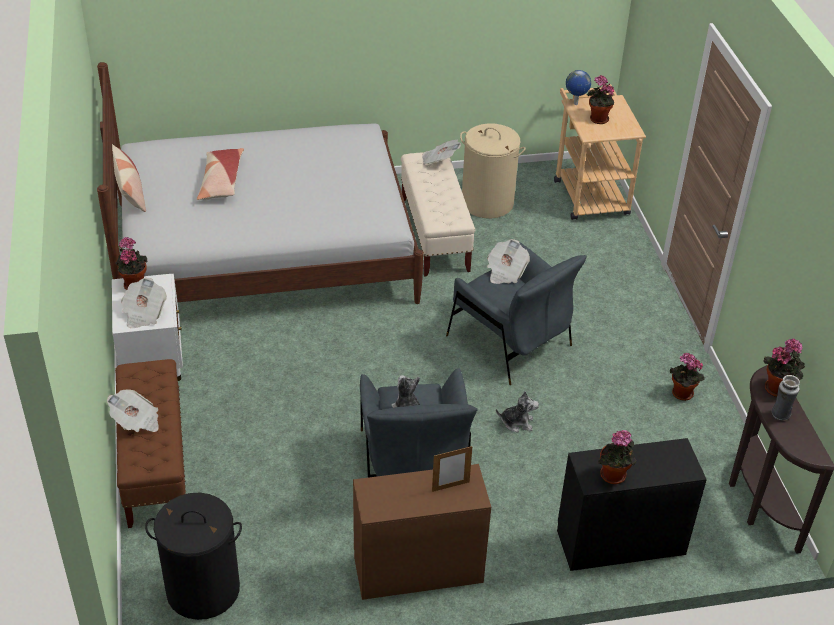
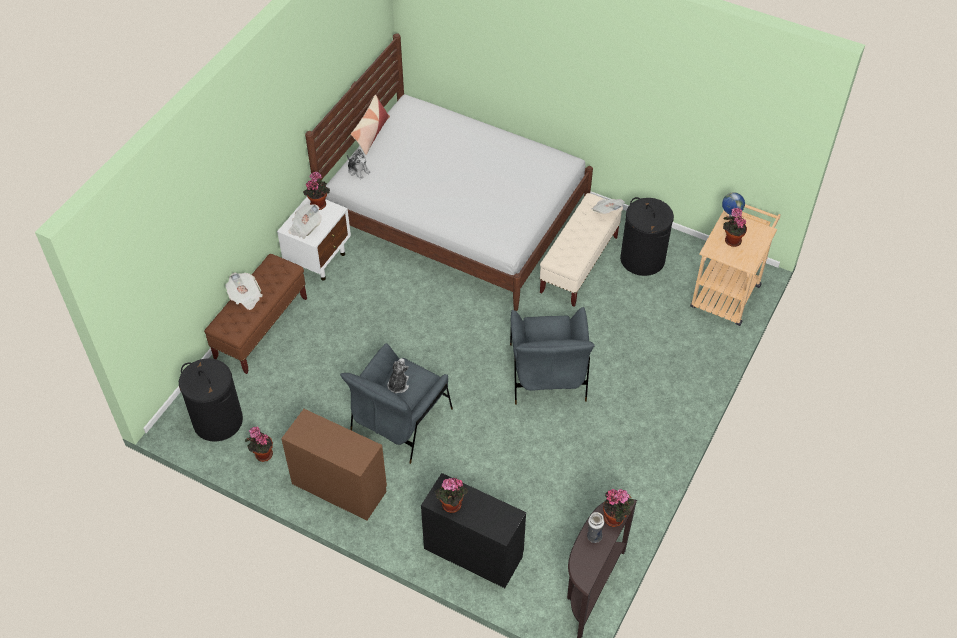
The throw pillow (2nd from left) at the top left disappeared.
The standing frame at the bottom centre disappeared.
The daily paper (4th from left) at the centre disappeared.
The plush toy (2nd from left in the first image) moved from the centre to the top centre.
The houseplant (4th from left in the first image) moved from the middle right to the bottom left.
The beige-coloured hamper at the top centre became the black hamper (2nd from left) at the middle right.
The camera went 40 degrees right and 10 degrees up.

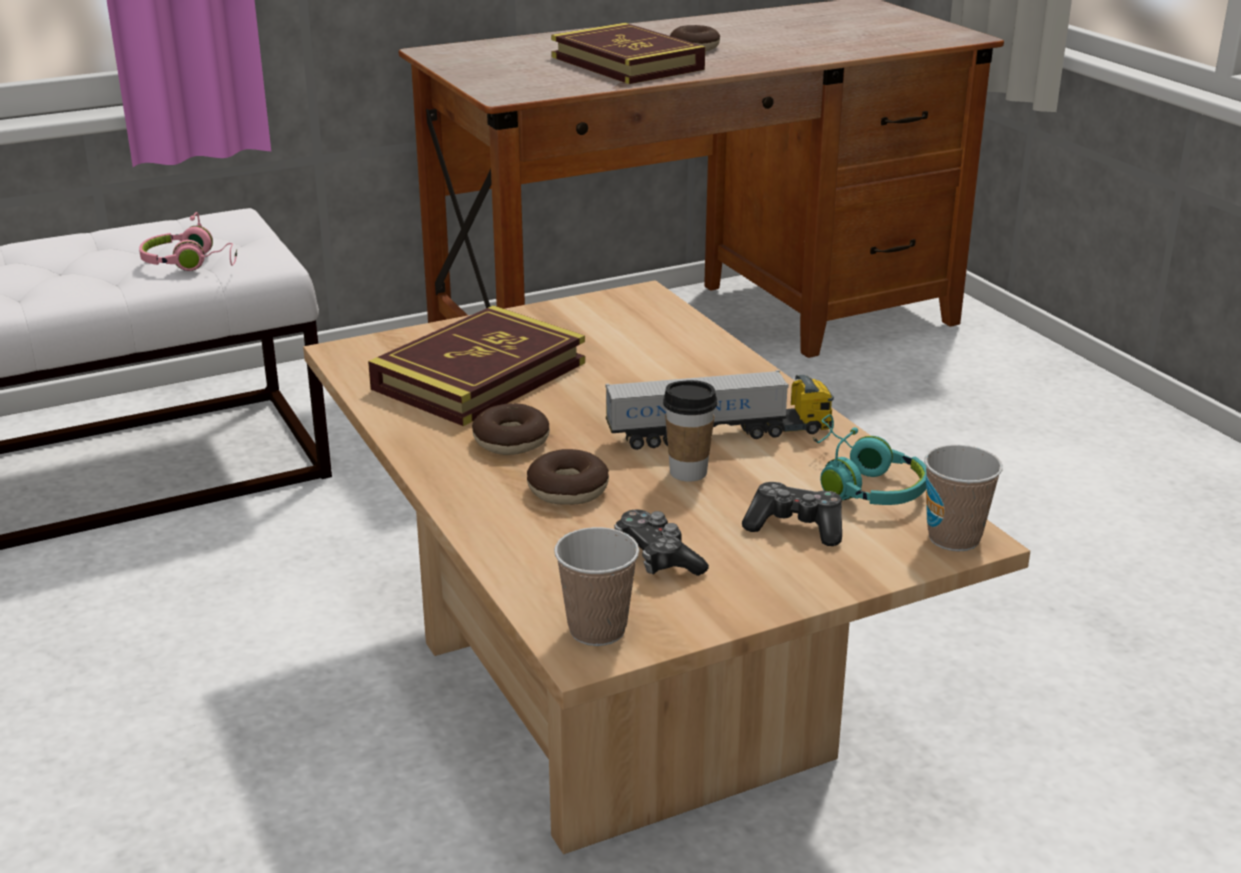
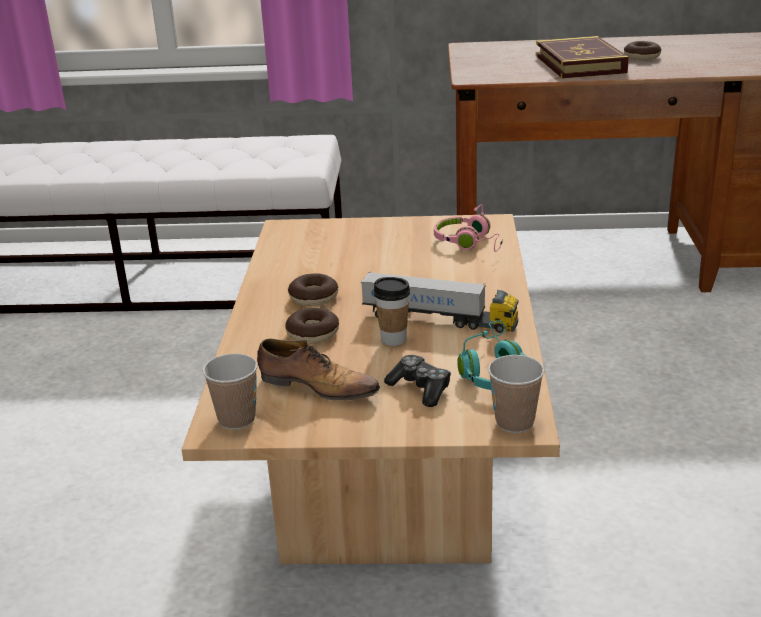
The book (1st from left) at the centre disappeared.
The pink headset moved from the top left to the centre.
The game controller (1st from left) at the centre was replaced by the low shoe at the centre.
The camera went 30 degrees right and 0 degrees up.

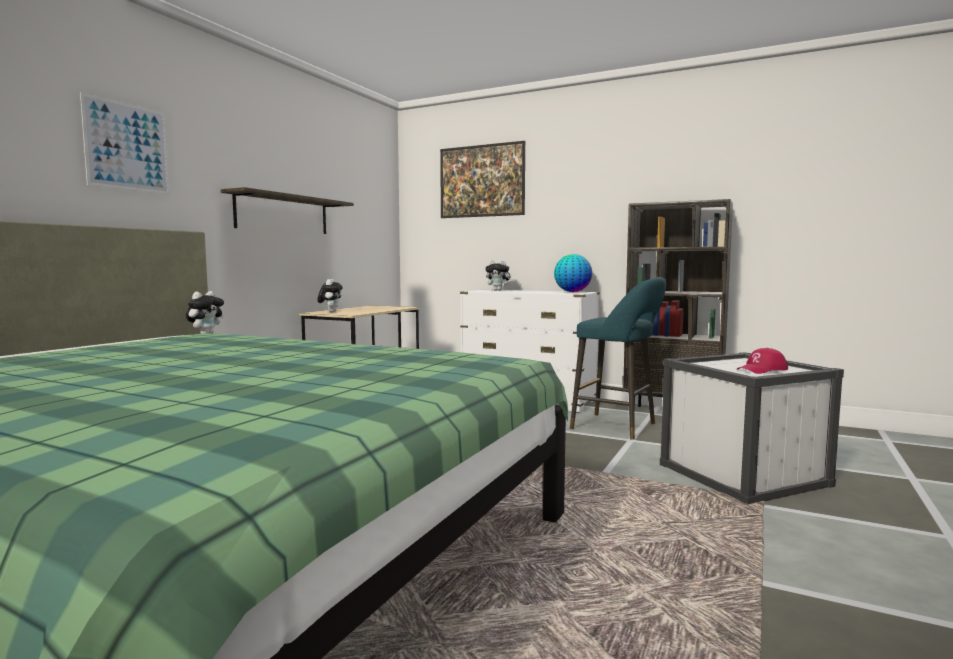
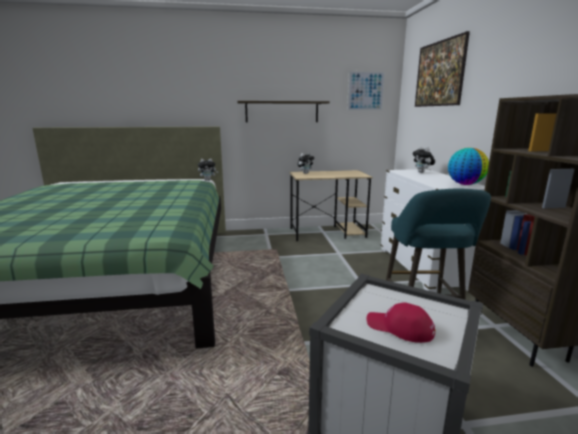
The wall art (1st from left) moved from the top left to the top centre.
The camera went 55 degrees right and 10 degrees up.

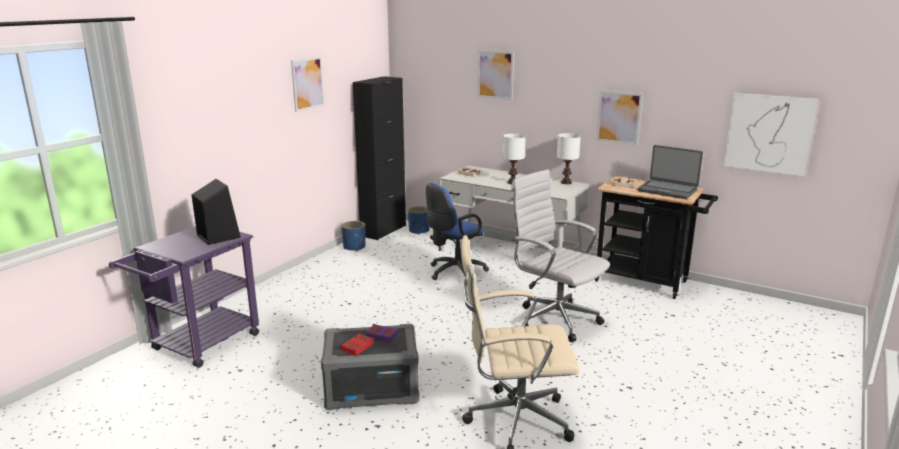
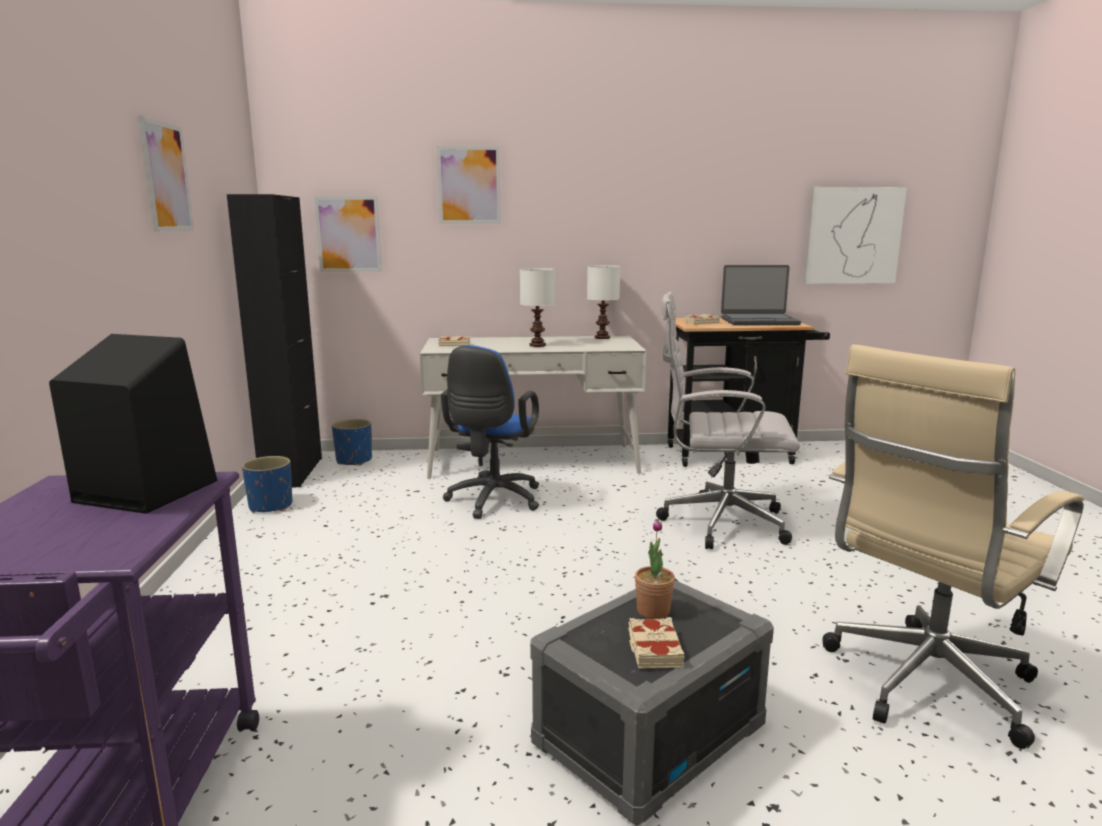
The wall art (3rd from left in the first image) moved from the top right to the top left.
The purple book at the bottom centre was replaced by the houseplant at the bottom centre.
The red-coloured book at the bottom centre became the beige-coloured book (2nd from left) at the bottom centre.
The camera went 35 degrees left and 5 degrees down.

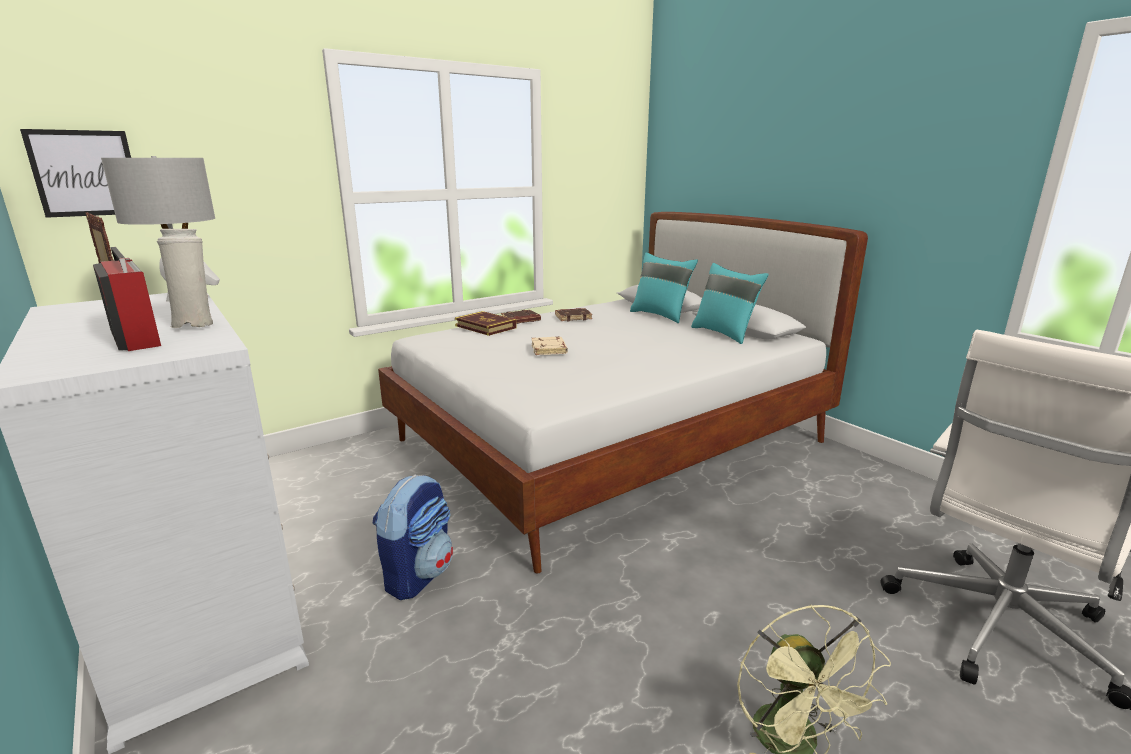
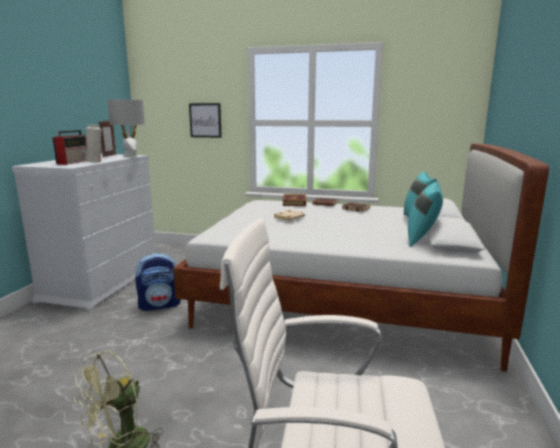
The wall art moved from the top left to the top centre.
The camera went 50 degrees right and 5 degrees down.

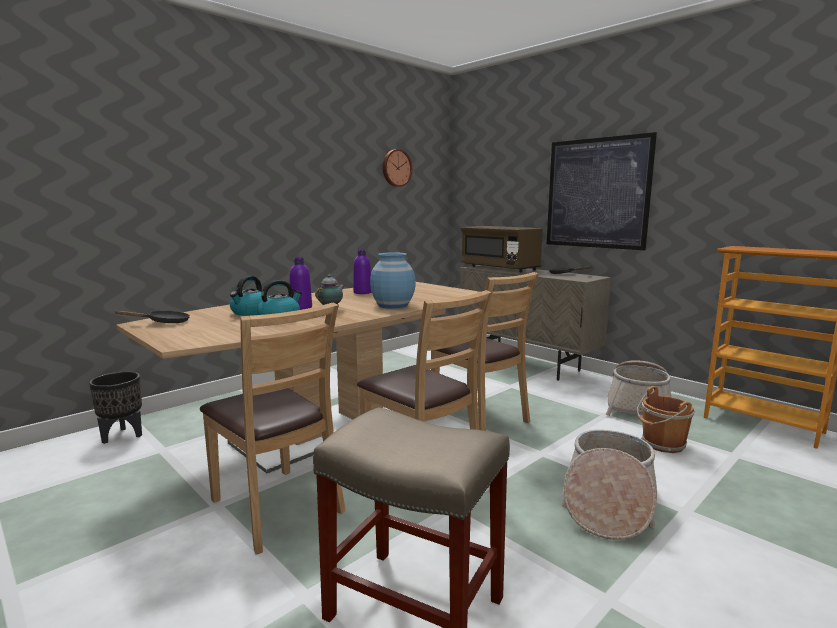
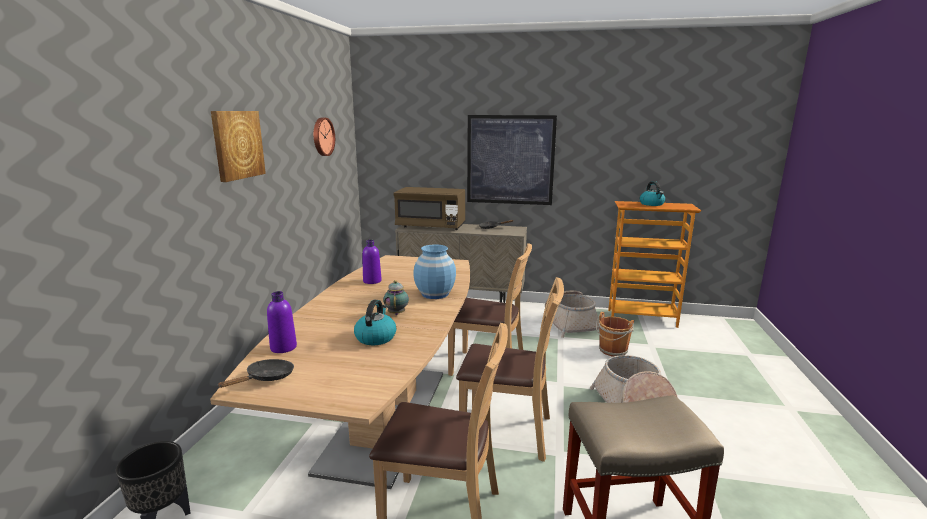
The wall art (1st from left) at the top left appeared.
The tea kettle (1st from left in the first image) moved from the middle left to the middle right.
The purple beverage bottle (1st from left) moved from the centre to the middle left.
The camera went 35 degrees left and 5 degrees up.

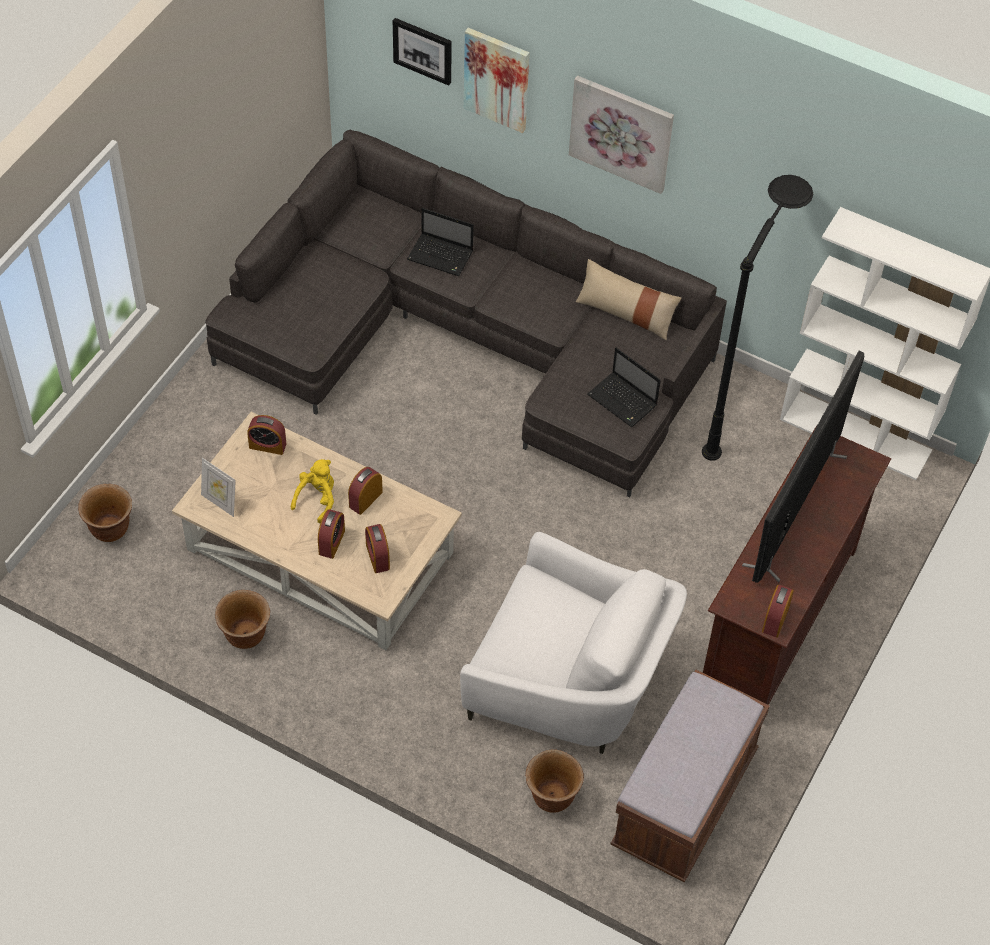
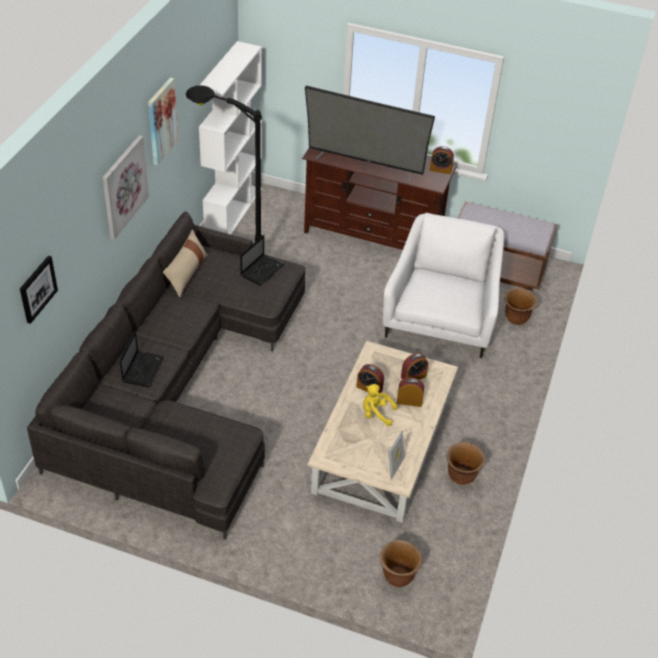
The table clock (1st from left) at the middle left disappeared.
The wall art (2nd from left in the first image) moved from the top centre to the top left.
The camera went 100 degrees left and 10 degrees down.

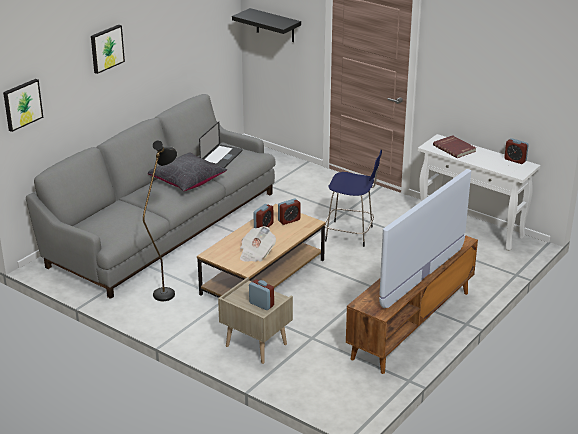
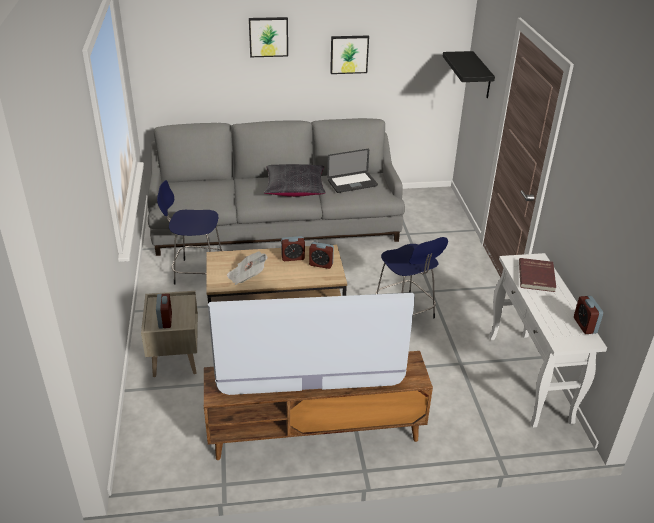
The wall art (1st from left in the first image) moved from the top left to the top centre.
The black standing lamp at the middle left was replaced by the blue-coloured sitting stool (1st from left) at the middle left.
The camera went 45 degrees right and 5 degrees up.

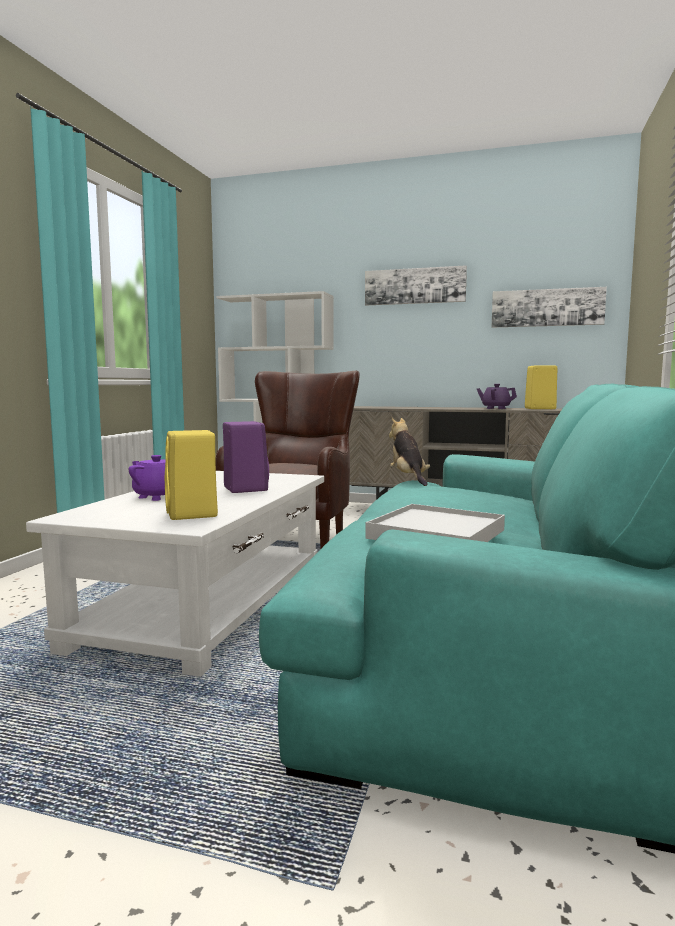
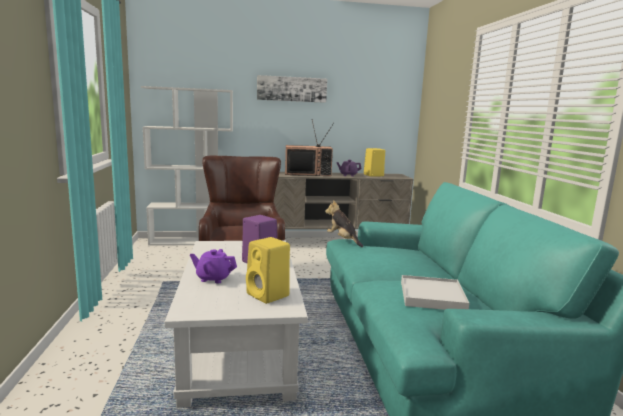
The wall art (2nd from left) at the top right disappeared.
The television at the centre appeared.
The camera went 25 degrees left and 5 degrees up.

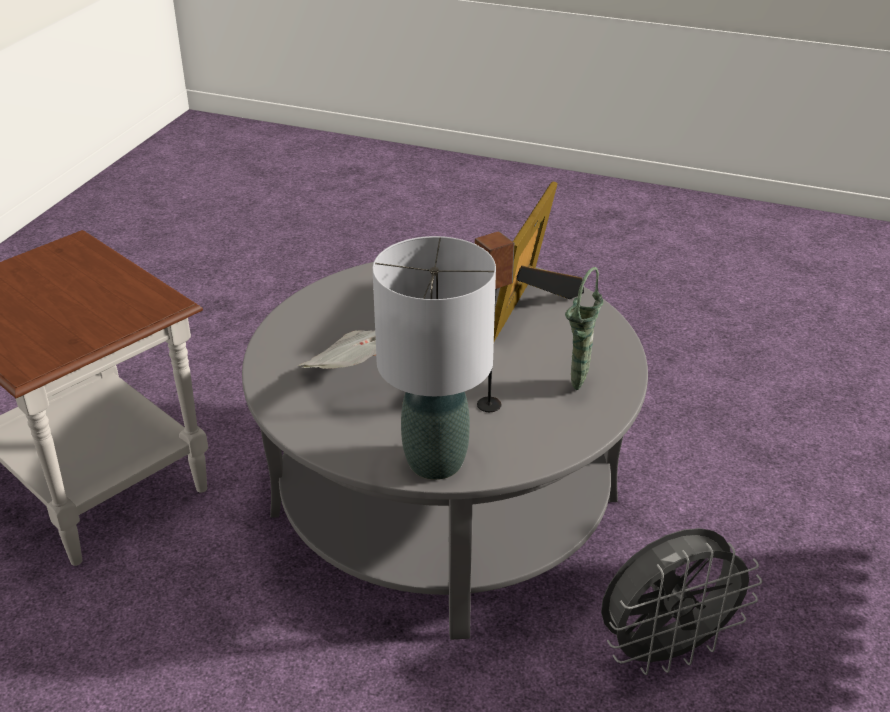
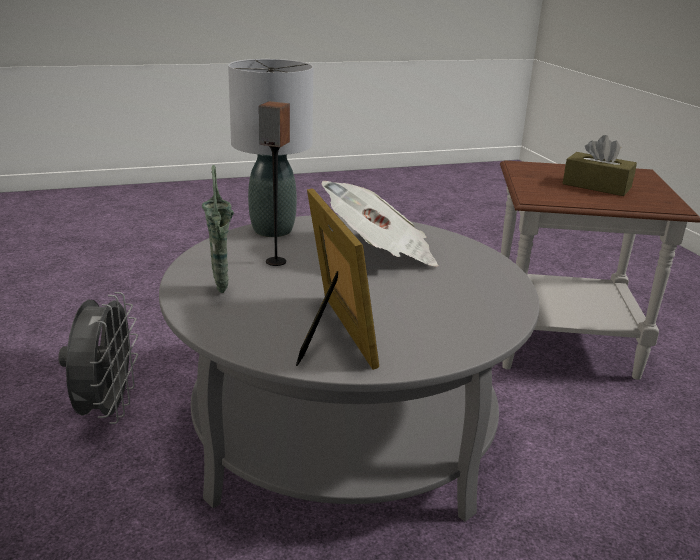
The brown tissue holder at the top right appeared.
The grey cooling fan at the bottom right turned 150 degrees clockwise.
The camera went 140 degrees right and 10 degrees down.

